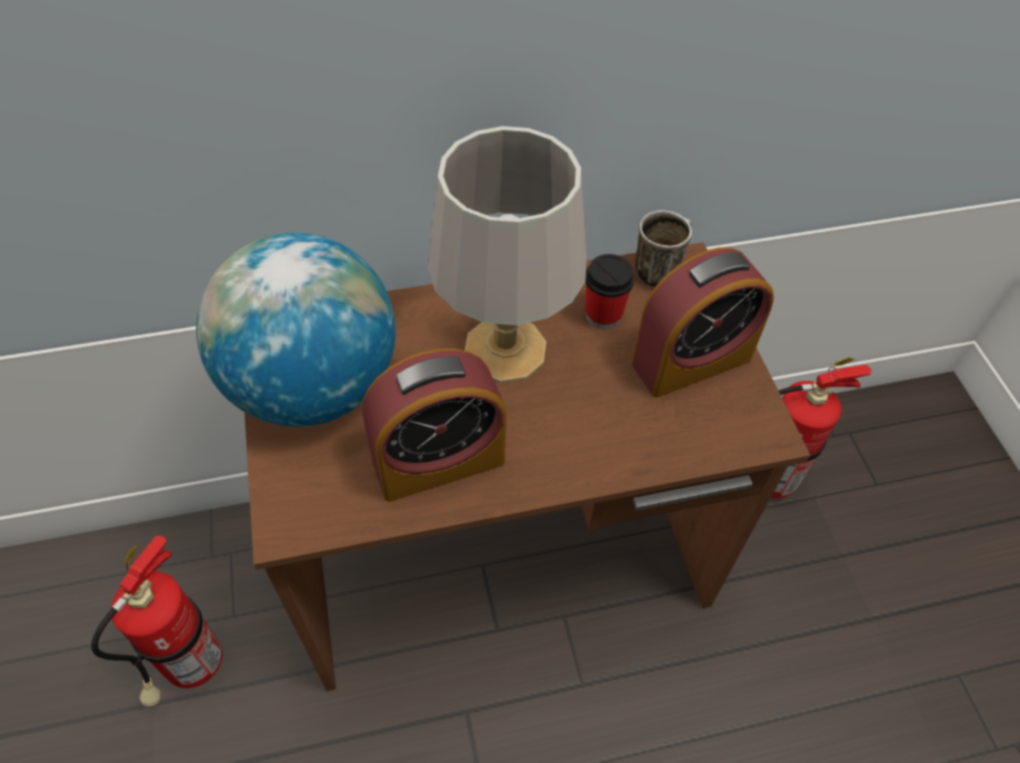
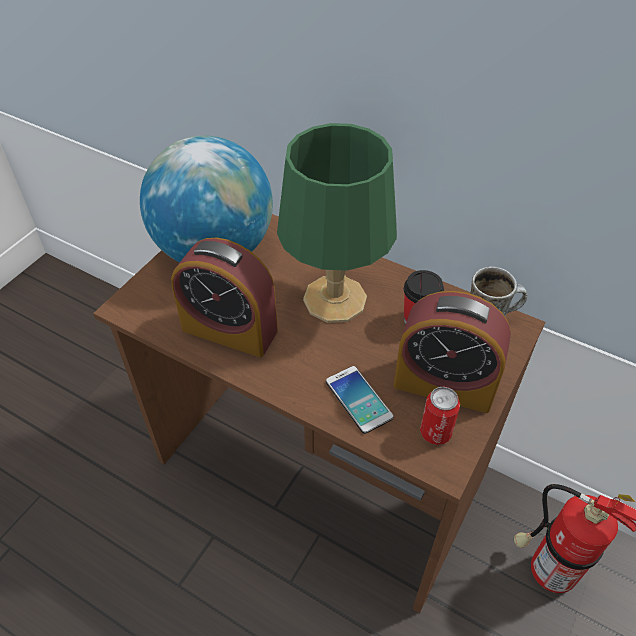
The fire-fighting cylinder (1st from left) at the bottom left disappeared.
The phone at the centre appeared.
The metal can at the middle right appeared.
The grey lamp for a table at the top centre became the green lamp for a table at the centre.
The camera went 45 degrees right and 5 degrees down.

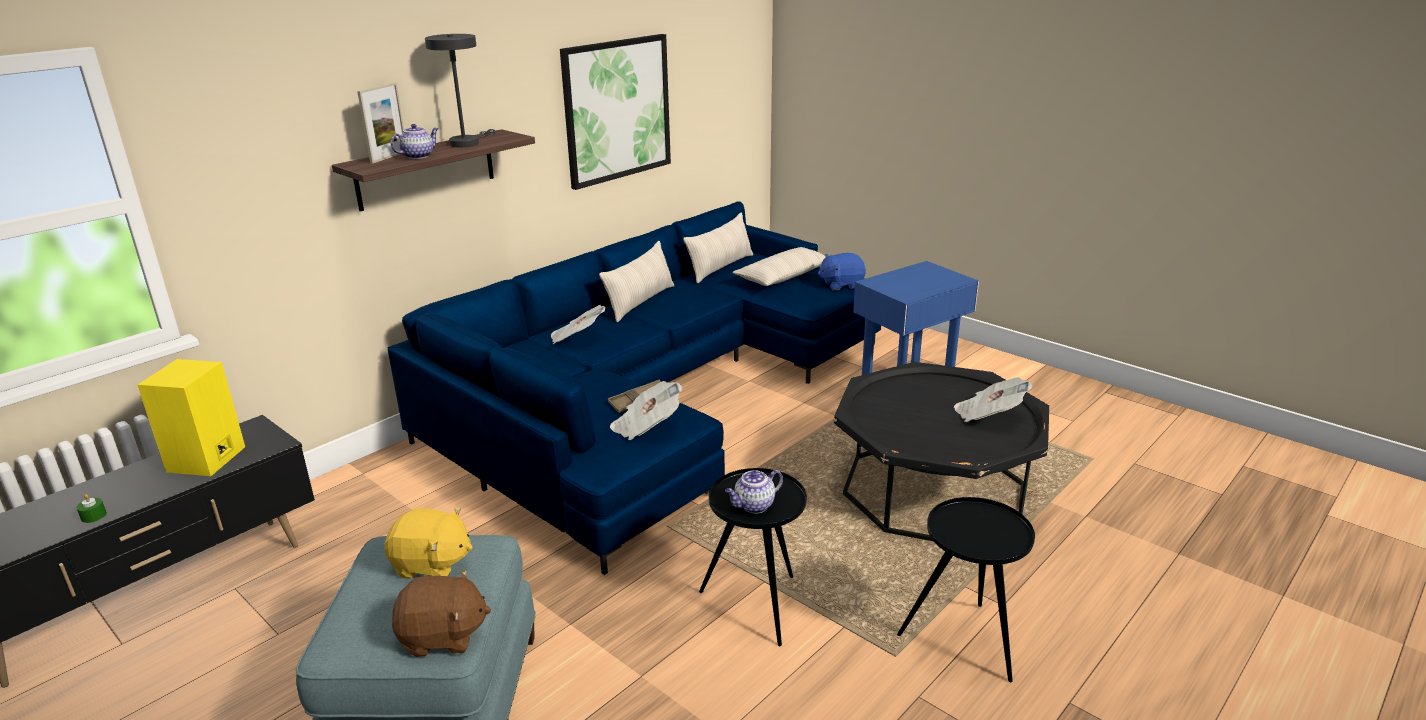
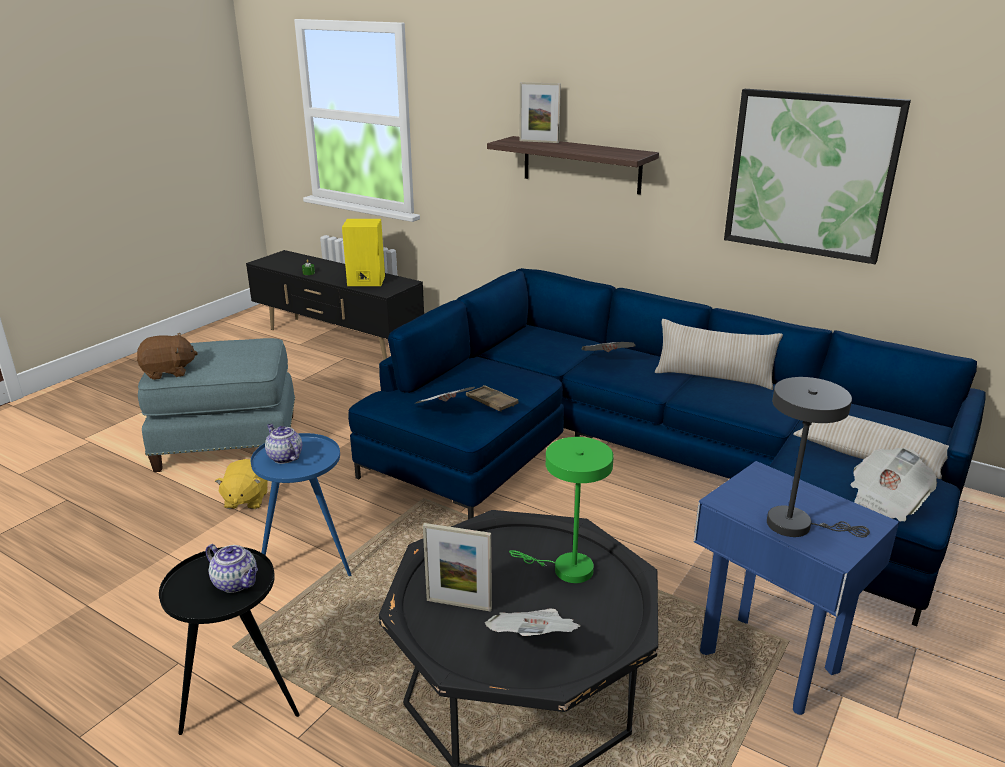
The beige-coloured throw pillow (2nd from left) at the centre disappeared.
The standing frame (1st from left) at the bottom centre appeared.
The green lamp for a table at the centre appeared.
The yellow-coloured plush toy moved from the bottom left to the middle left.
The teapot (1st from left) moved from the top left to the bottom left.
The grey lamp for a table moved from the top left to the middle right.
The blue-coloured plush toy at the centre was replaced by the daily paper (4th from left) at the middle right.
The black end table (1st from left) at the bottom centre became the blue-coloured end table (1st from left) at the middle left.
The brown plush toy at the bottom left turned 90 degrees counterclockwise.
The camera went 80 degrees right and 0 degrees up.

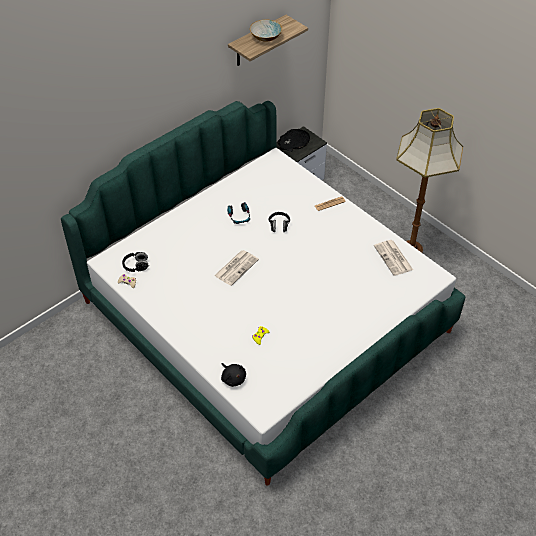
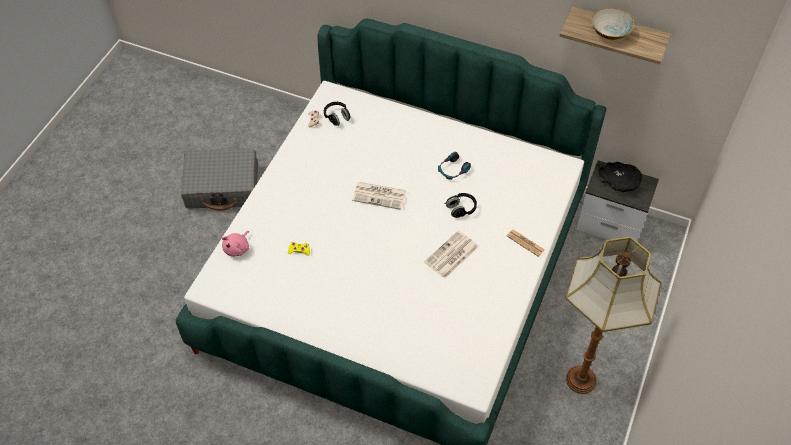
The grey suitcase at the middle left appeared.
The daily paper (3rd from left in the first image) moved from the middle right to the centre.
The black plush toy at the bottom centre became the pink plush toy at the middle left.
The camera went 65 degrees right and 5 degrees up.

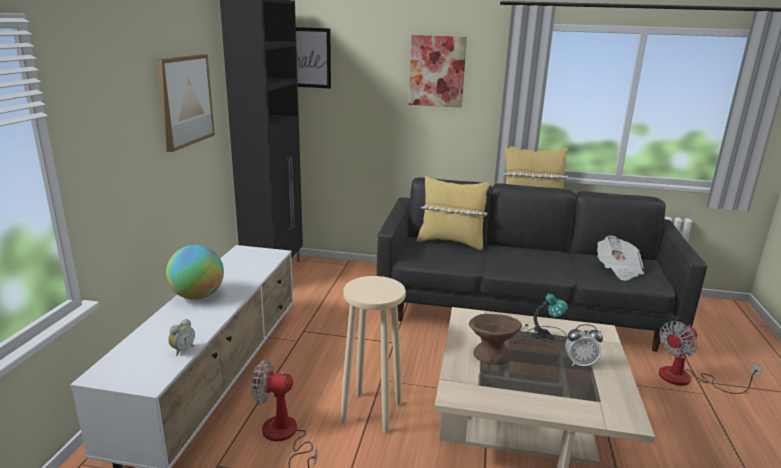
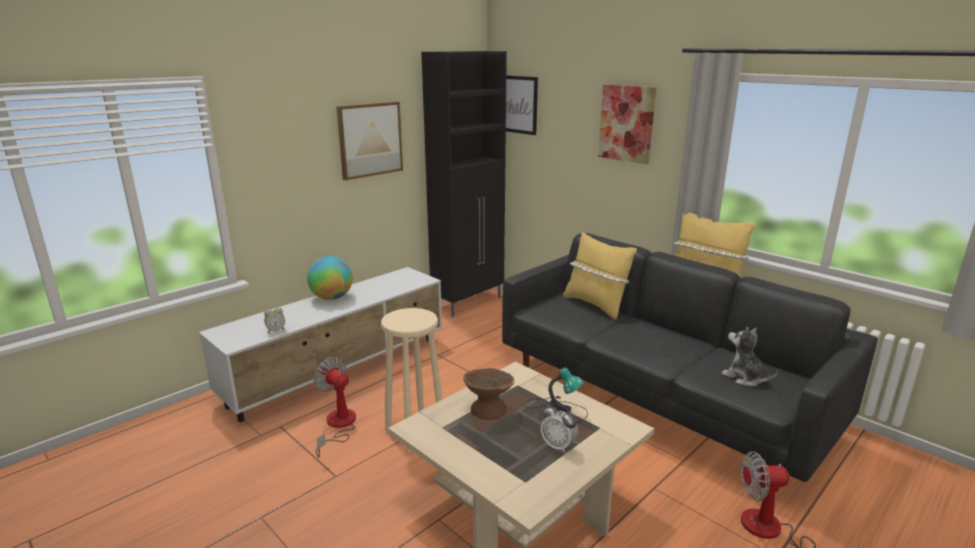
The daily paper at the middle right was replaced by the plush toy at the middle right.
The camera went 35 degrees right and 0 degrees up.

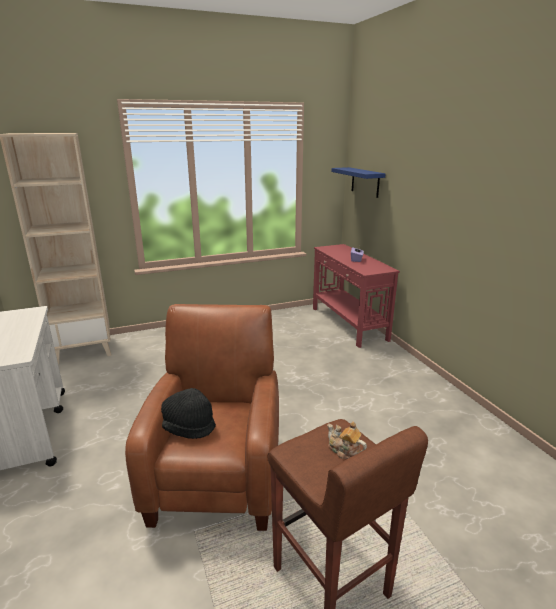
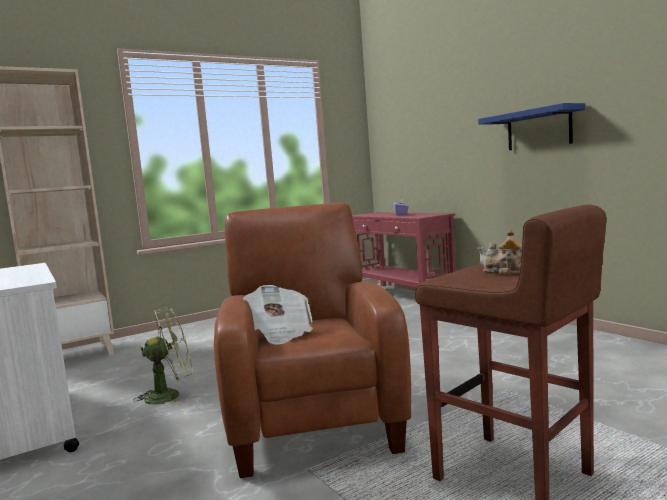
The green cooling fan at the bottom left appeared.
The blue-coloured bracket shelf moved from the top centre to the top right.
The black wearable hat at the bottom centre was replaced by the daily paper at the centre.
The camera went 10 degrees left and 15 degrees down.

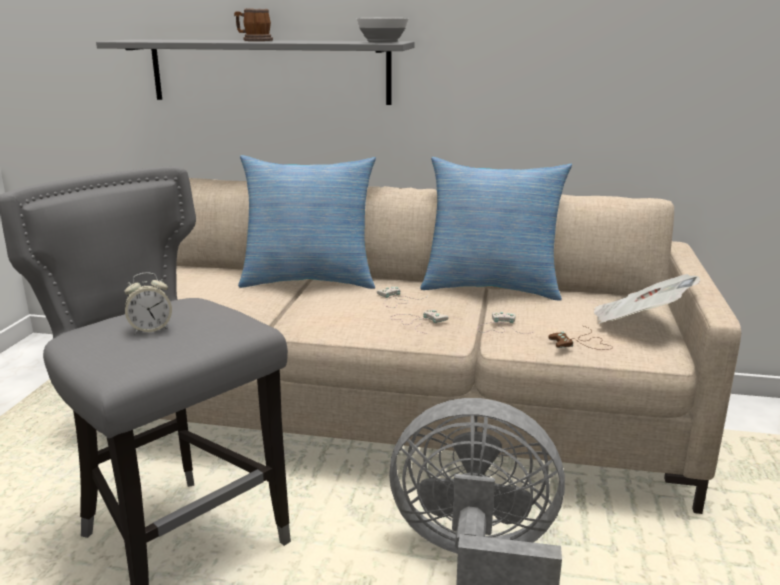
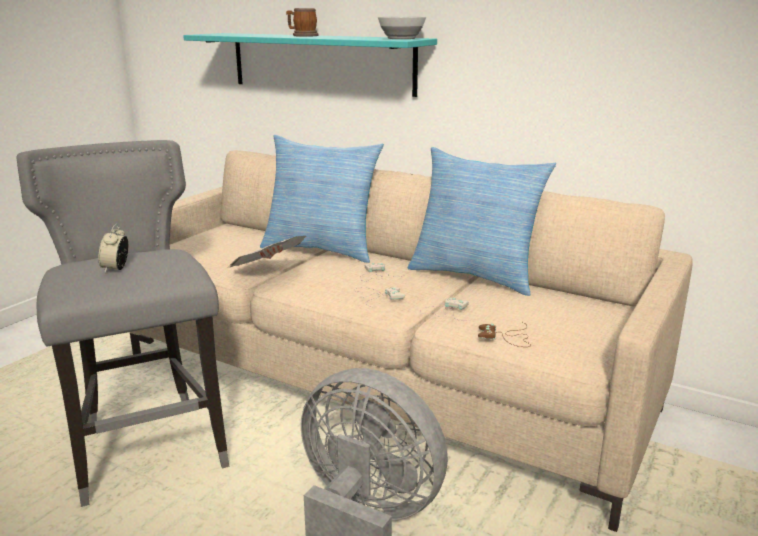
The daily paper moved from the middle right to the centre.
The grey bracket shelf at the top left became the blue-green bracket shelf at the top centre.
The table clock at the middle left turned 90 degrees clockwise.
The camera went 20 degrees right and 0 degrees up.

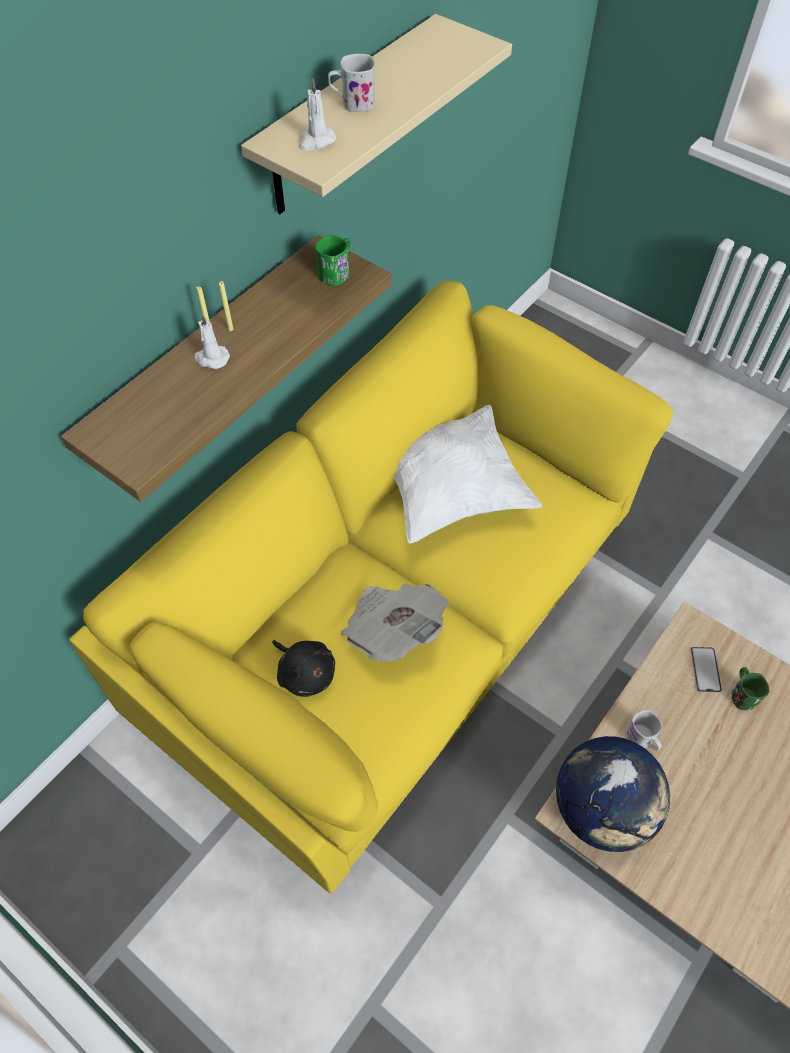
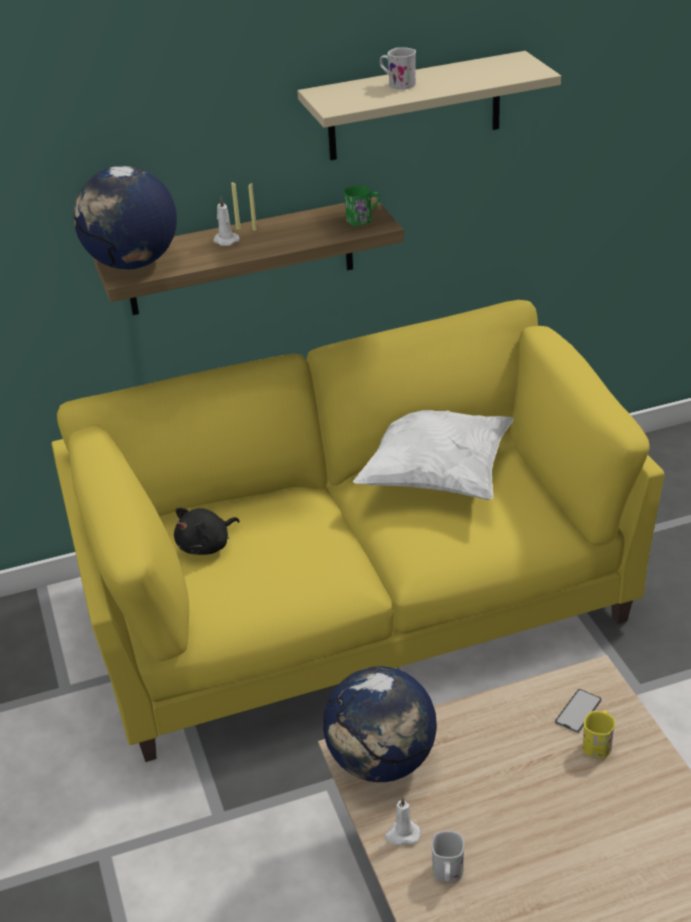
The daily paper at the centre disappeared.
The world globe (1st from left) at the top left appeared.
The whitish wax candle (2nd from left) moved from the top centre to the bottom centre.
The whitish coffee mug (2nd from left) moved from the bottom right to the bottom centre.
The green coffee mug (2nd from left) at the middle right became the yellow-coloured coffee mug at the bottom right.
The black plush toy at the centre turned 60 degrees clockwise.
The camera went 35 degrees right and 20 degrees down.

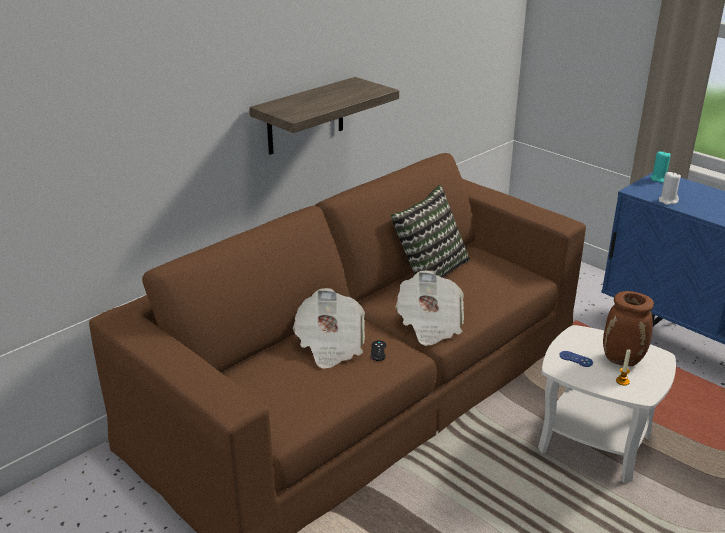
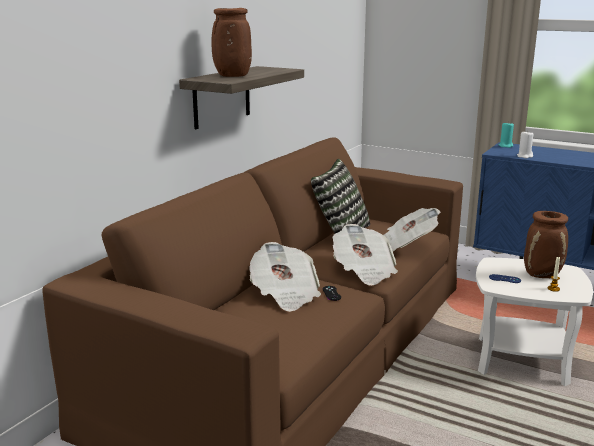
The brown decorative vase (1st from left) at the top centre appeared.
The daily paper (3rd from left) at the middle right appeared.
The camera went 15 degrees left and 10 degrees down.

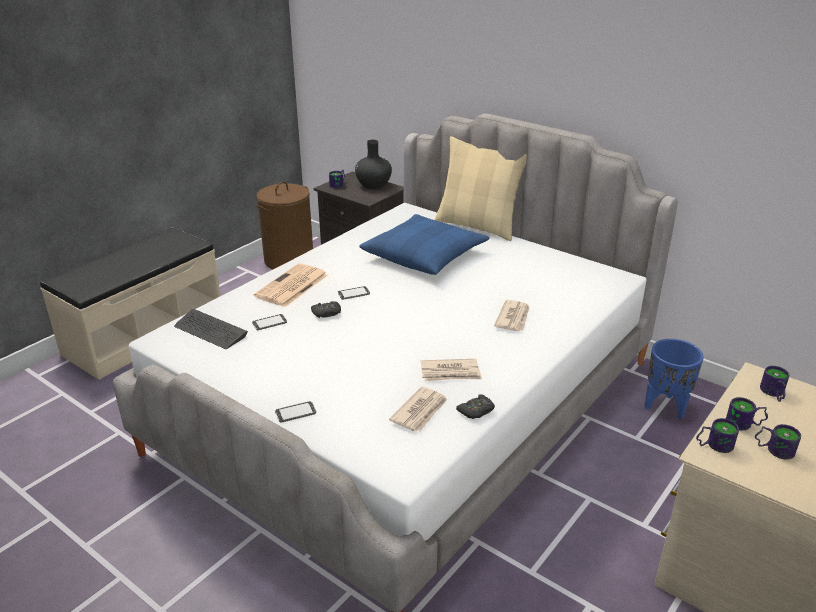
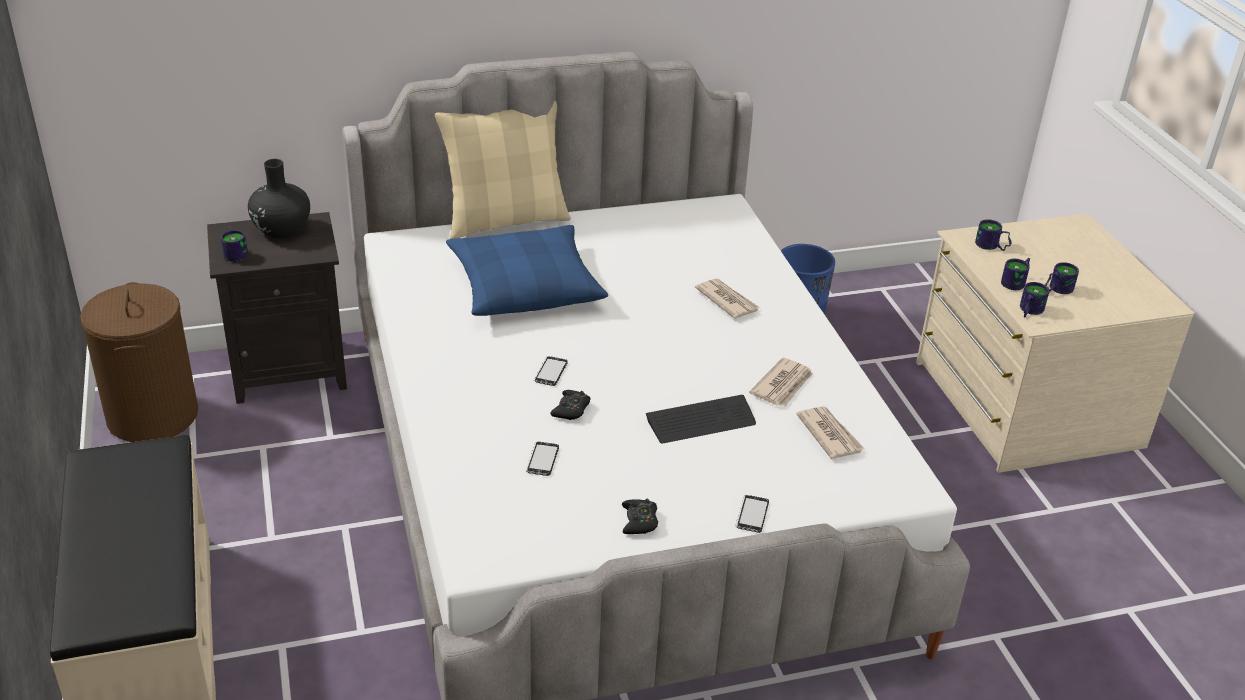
The daily paper (1st from left) at the centre disappeared.
The keyboard moved from the middle left to the centre.
The black game controller (2nd from left) moved from the centre to the bottom centre.
The camera went 55 degrees left and 5 degrees up.

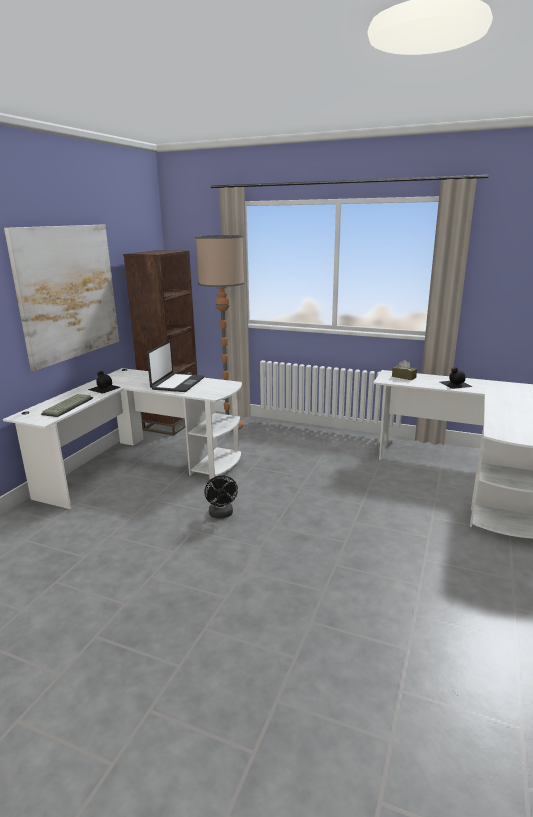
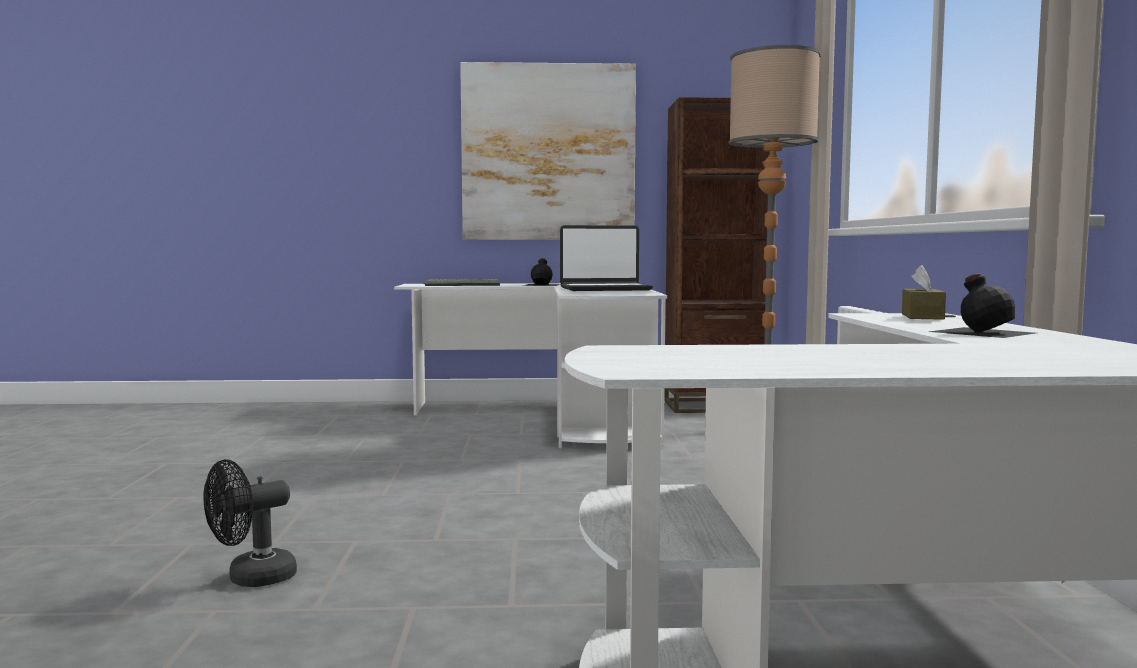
The black cooling fan moved from the centre to the bottom left.
The camera went 65 degrees right and 15 degrees down.

